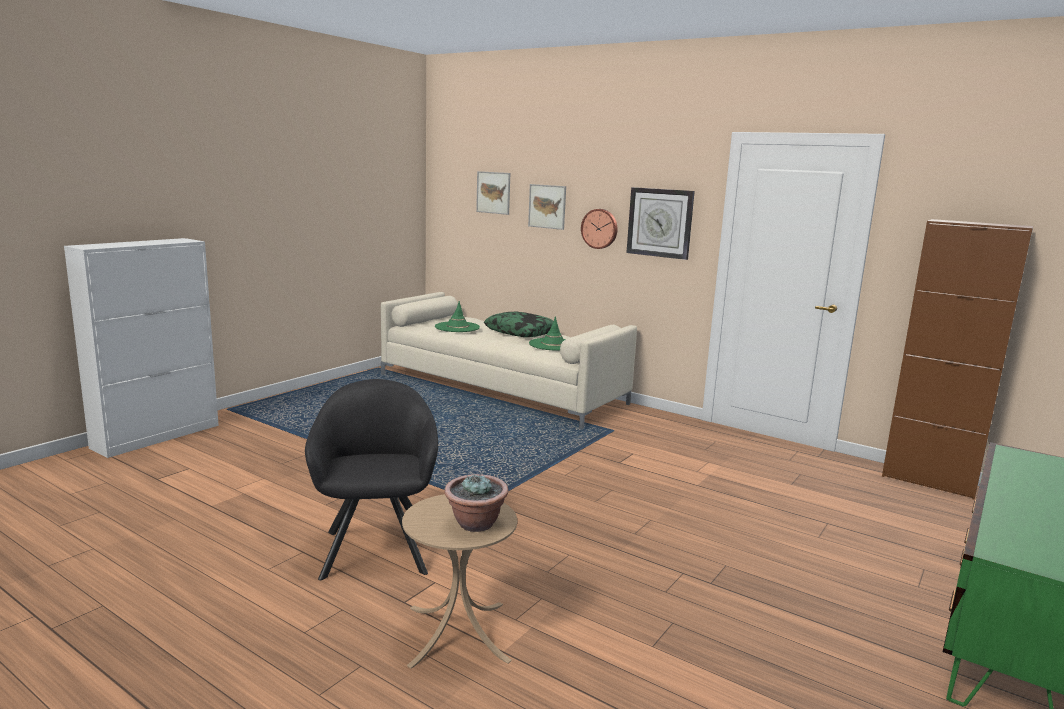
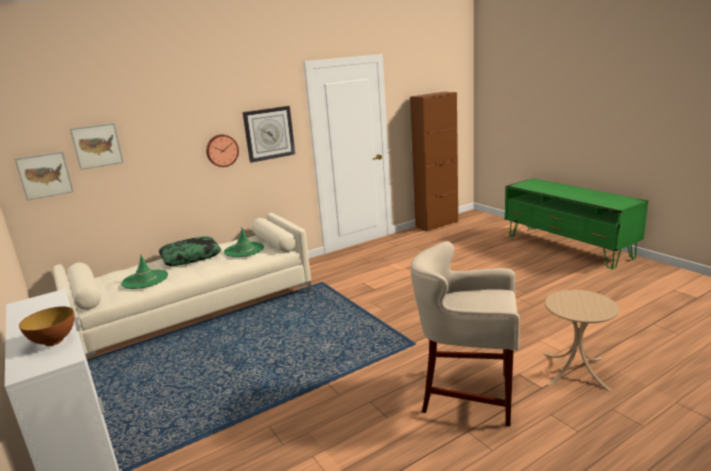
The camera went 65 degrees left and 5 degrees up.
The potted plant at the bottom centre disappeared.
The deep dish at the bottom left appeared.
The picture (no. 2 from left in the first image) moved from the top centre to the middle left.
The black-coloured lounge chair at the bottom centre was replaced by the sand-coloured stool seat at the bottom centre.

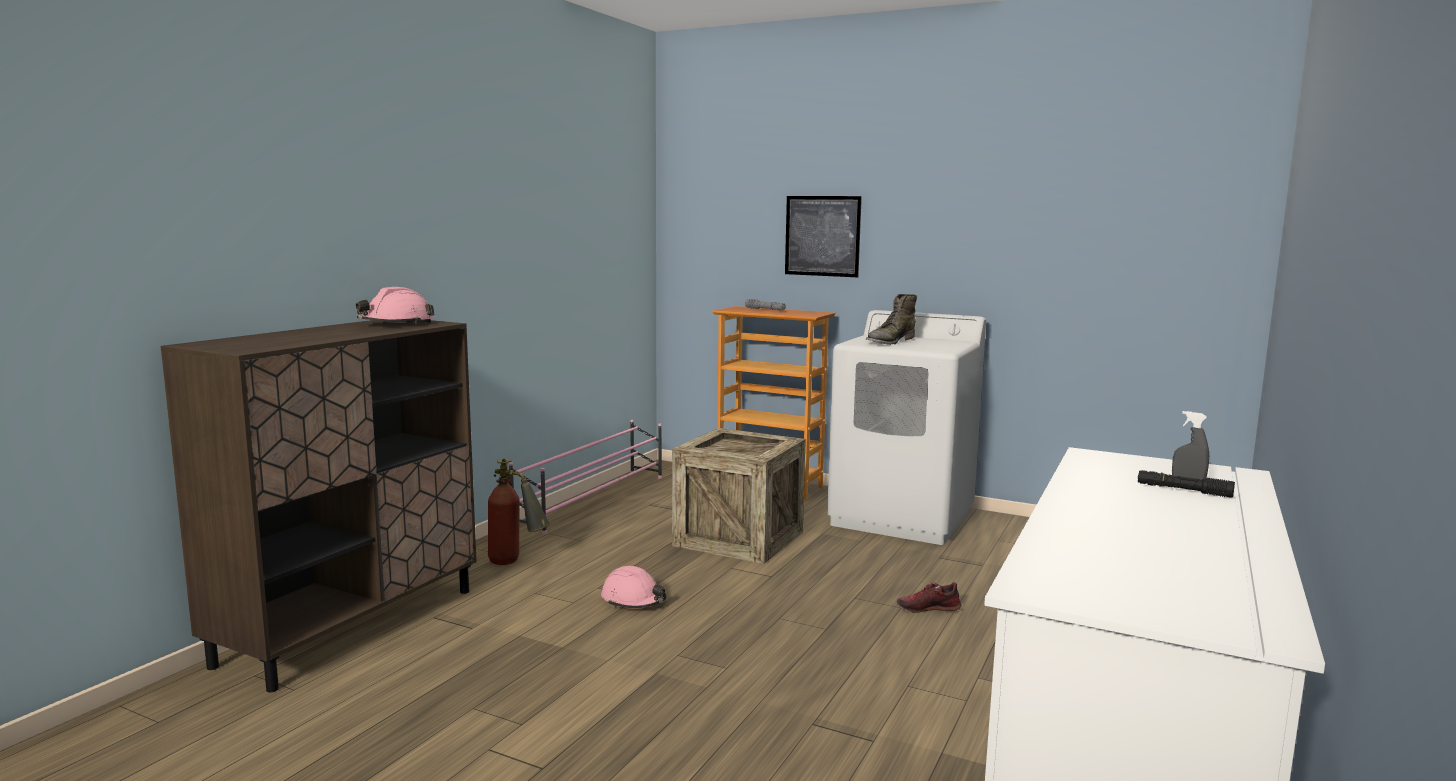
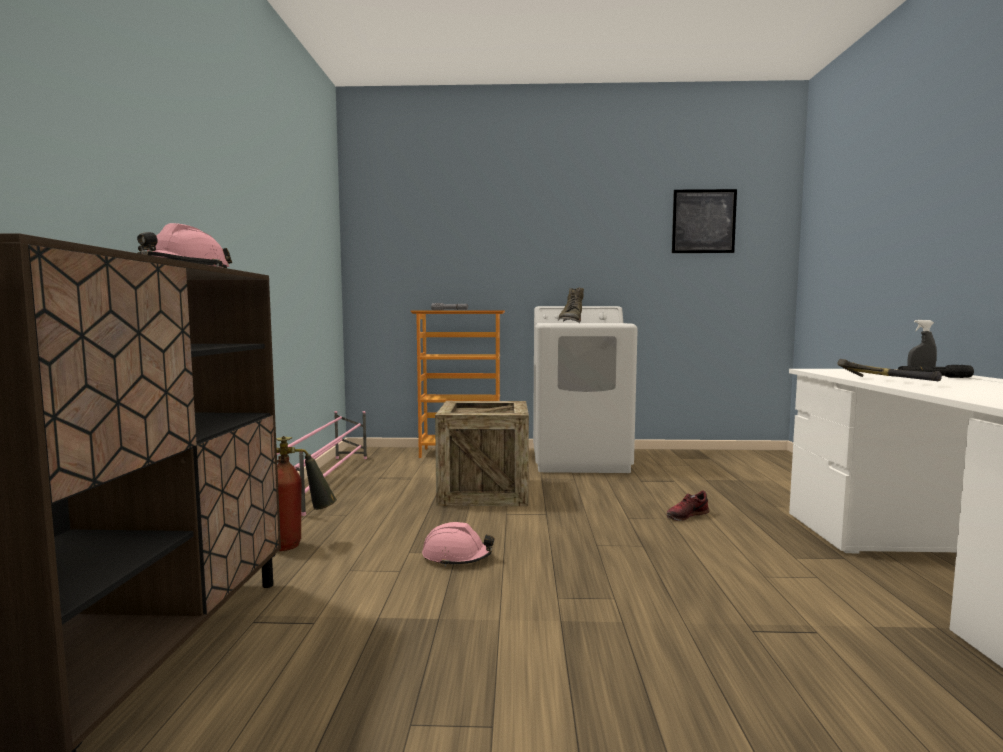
The camera went 25 degrees left and 5 degrees down.
The hand hammer at the middle right appeared.
The picture moved from the top centre to the top right.

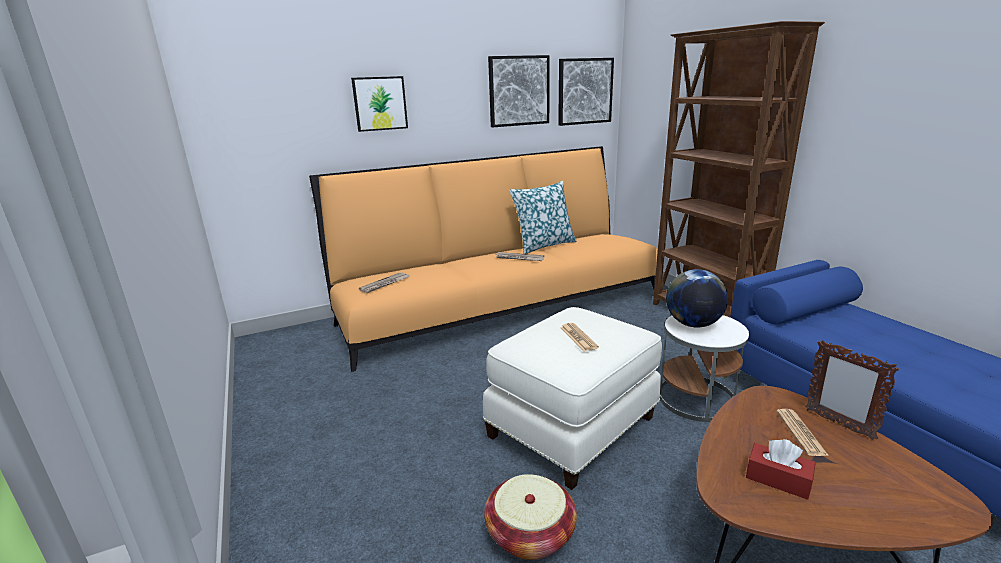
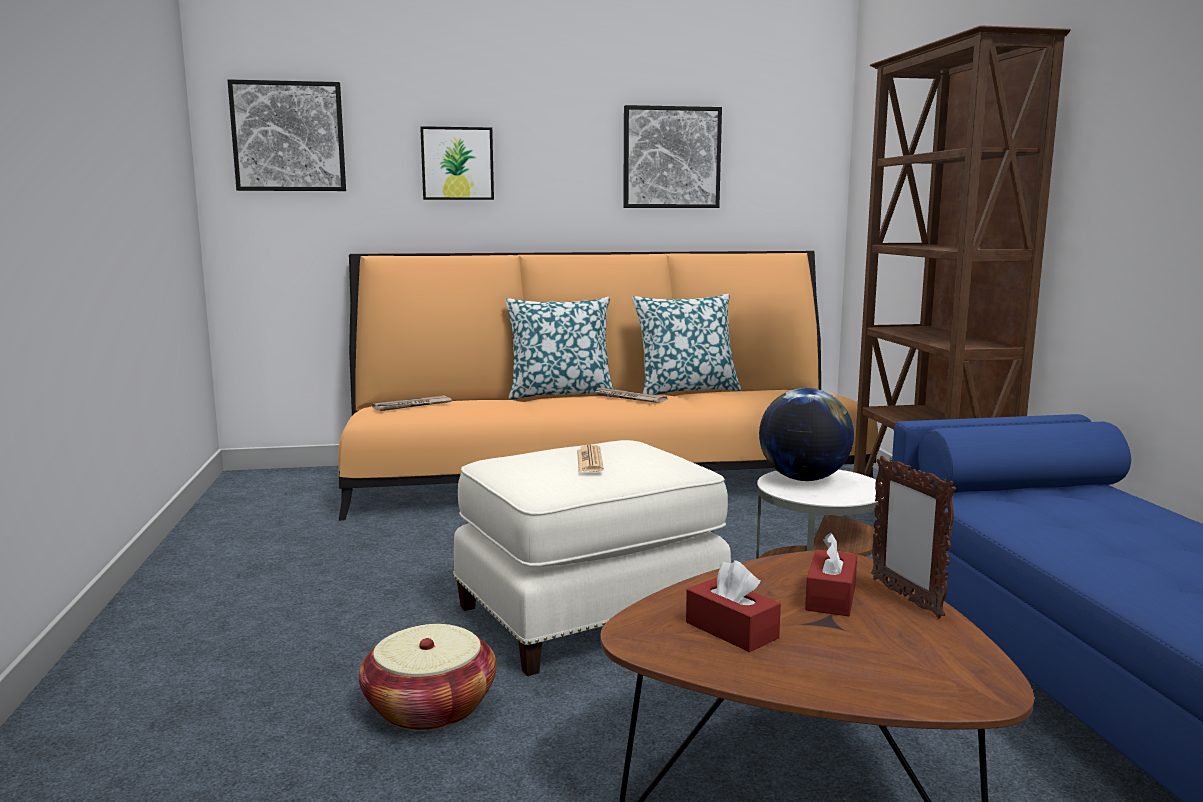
The camera went 15 degrees right and 10 degrees down.
The throw pillow (no. 1 from left) at the centre appeared.
The picture (no. 3 from left in the first image) moved from the top centre to the top left.
The daily paper (no. 4 from left) at the bottom right was replaced by the red-coloured tissue holder (no. 2 from left) at the bottom right.

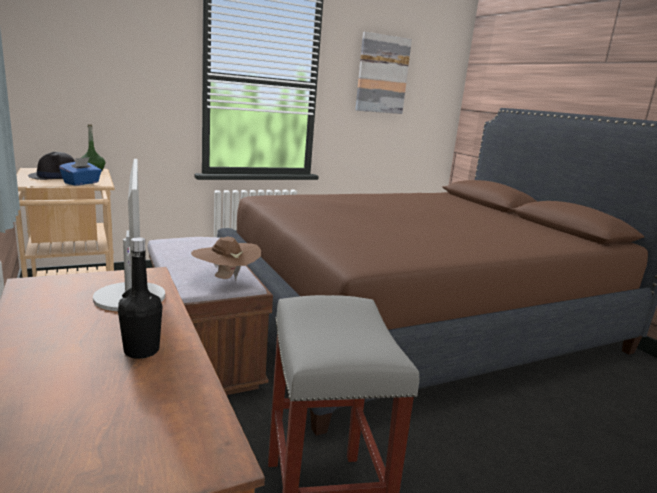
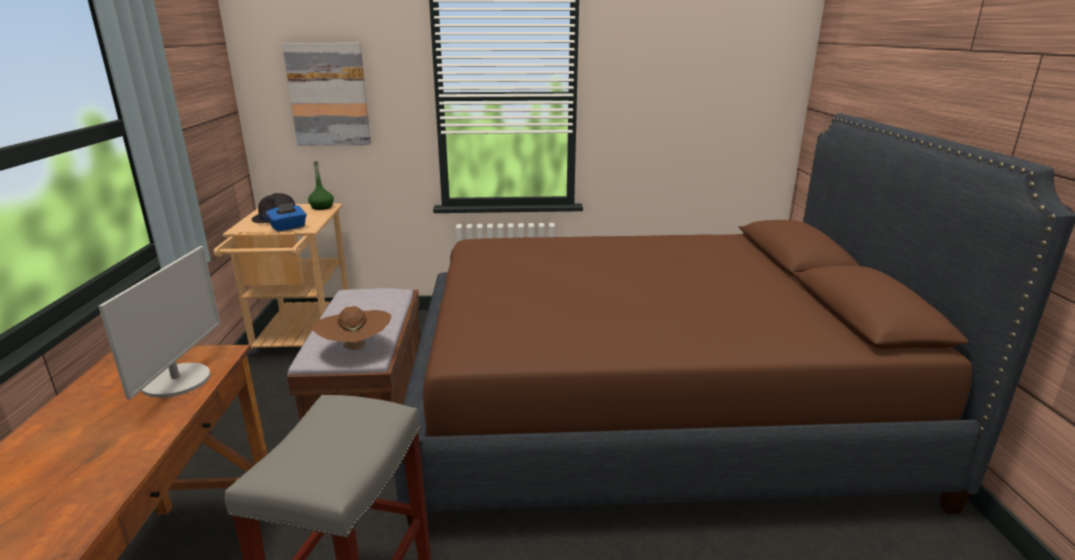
The camera went 25 degrees right and 5 degrees up.
The black-coloured drink bottle at the middle left disappeared.
The picture moved from the top centre to the top left.

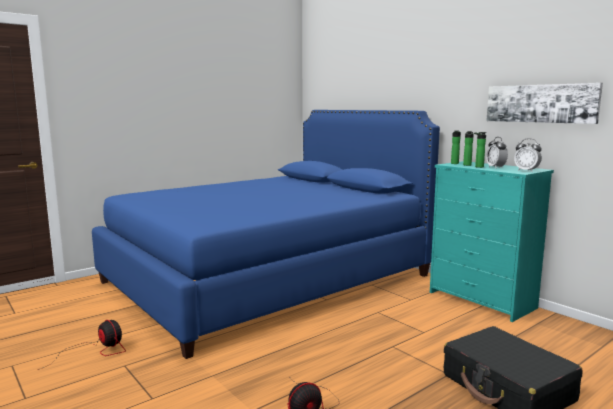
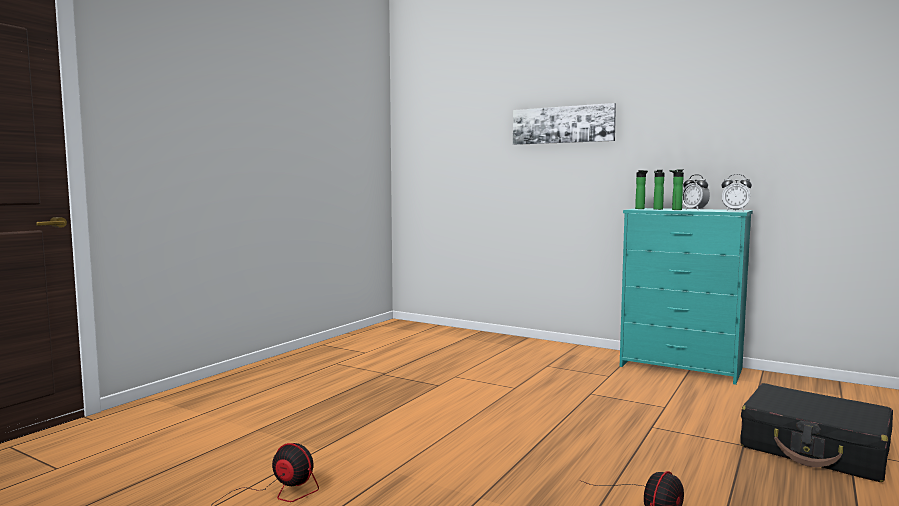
The camera went 20 degrees left and 5 degrees down.
The bluish bedroom bed at the centre disappeared.
The picture moved from the top right to the top centre.

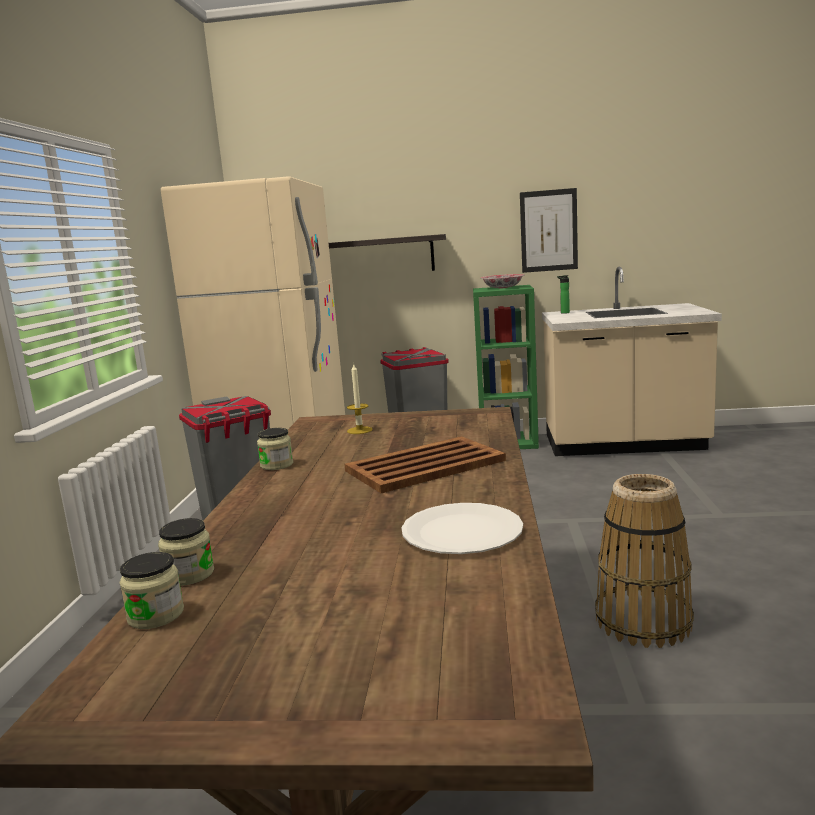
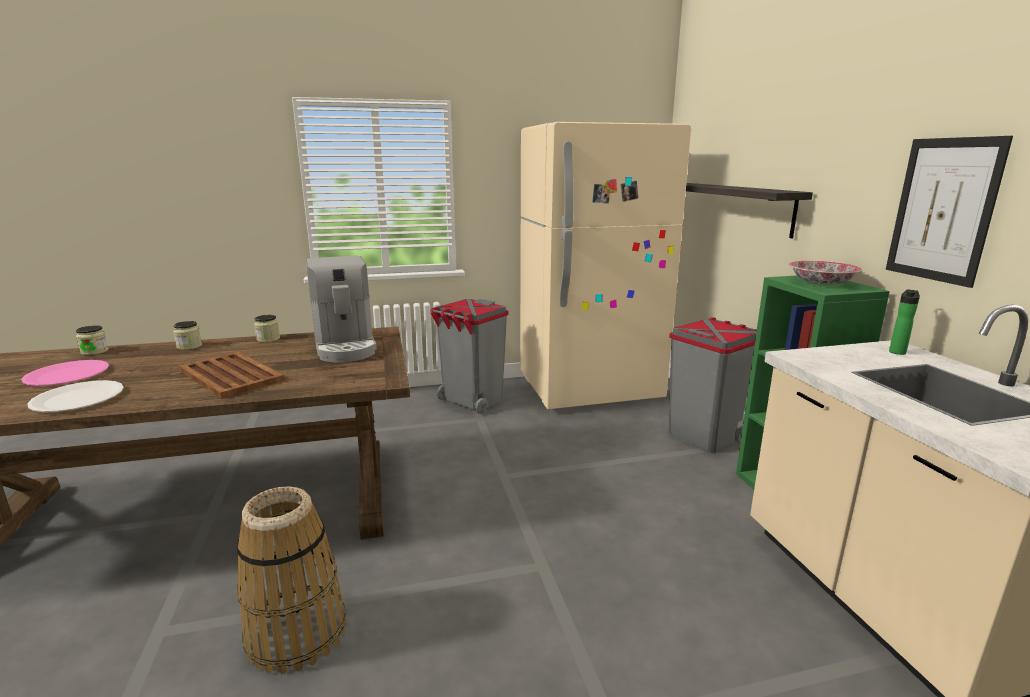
The camera went 70 degrees right and 5 degrees up.
The pink-coloured flat dish at the middle left appeared.
The jar (no. 1 from left in the first image) moved from the bottom left to the middle left.
The wax light at the centre was replaced by the coffee brewer at the middle left.

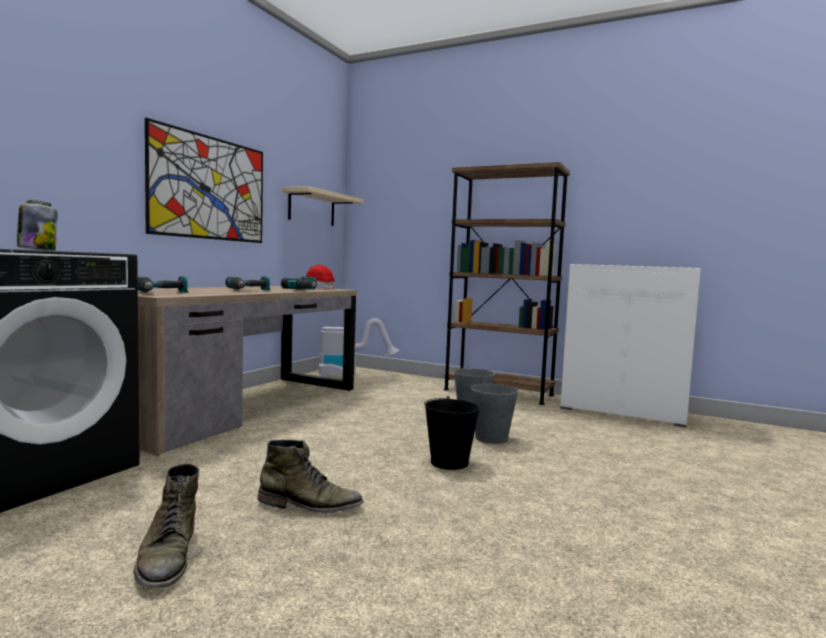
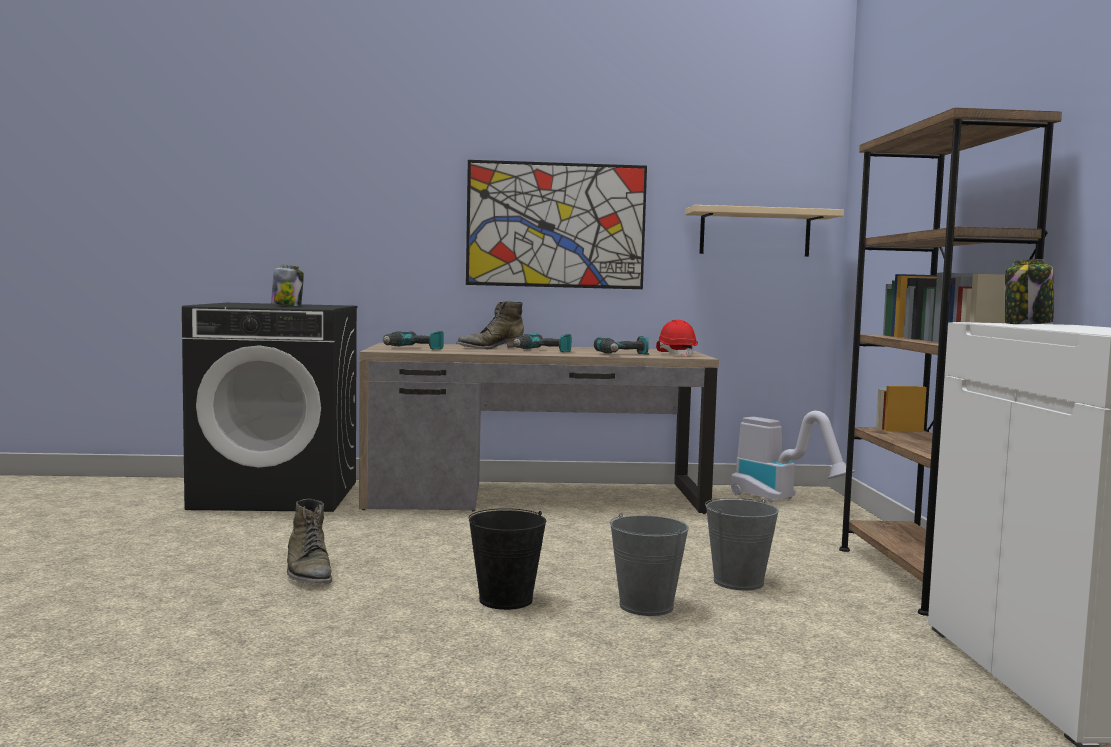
The camera went 60 degrees right and 0 degrees up.
The jar (no. 2 from left) at the middle right appeared.
The green tall boot (no. 1 from left in the first image) moved from the bottom left to the centre.

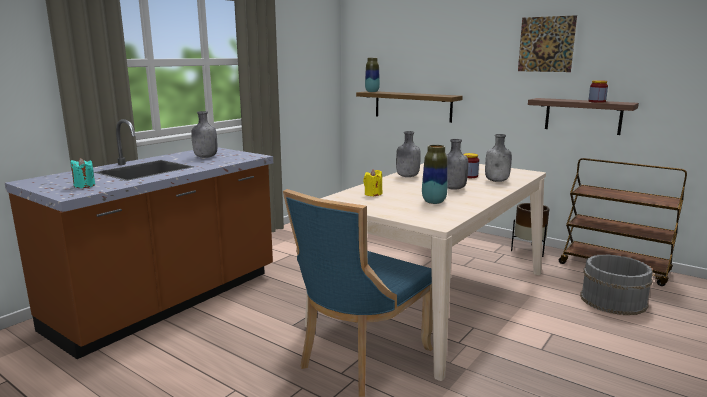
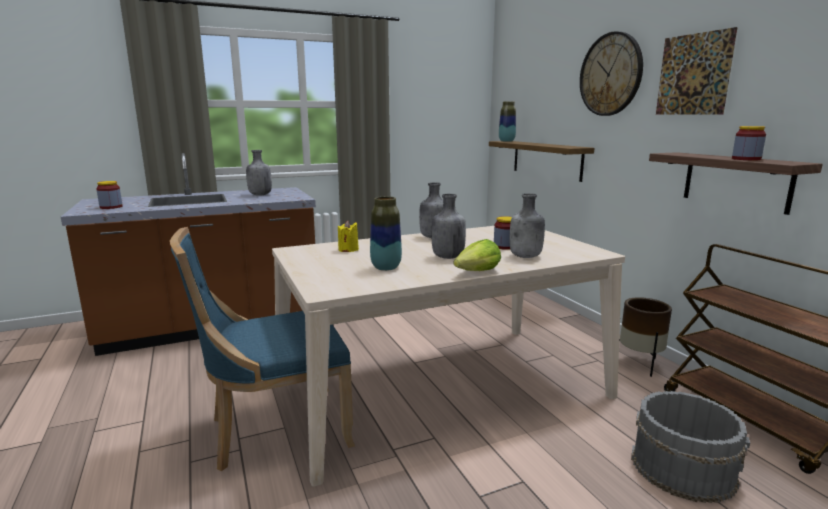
The camera went 30 degrees right and 0 degrees up.
The lettuce at the centre appeared.
The hanging clock at the top right appeared.
The turquoise-coloured wax light at the middle left was replaced by the jar (no. 1 from left) at the middle left.

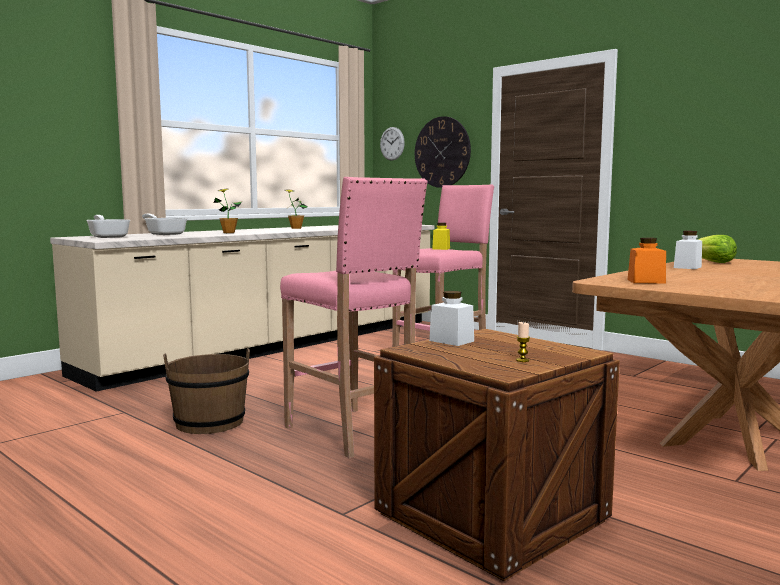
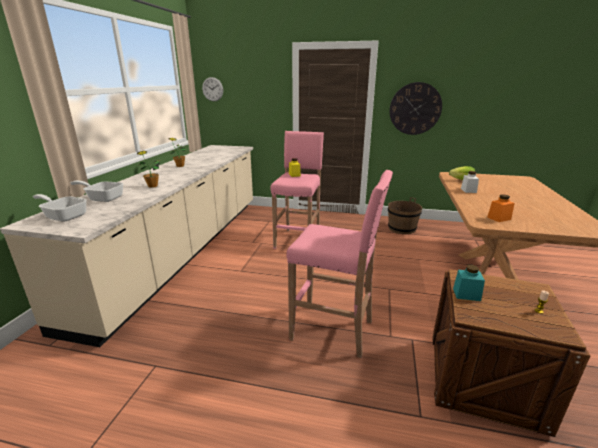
The camera went 30 degrees left and 15 degrees up.
The brown bucket moved from the bottom left to the middle right.
The hanging clock (no. 2 from left) moved from the top centre to the top right.
The white jar (no. 1 from left) at the centre became the turquoise-coloured jar at the middle right.

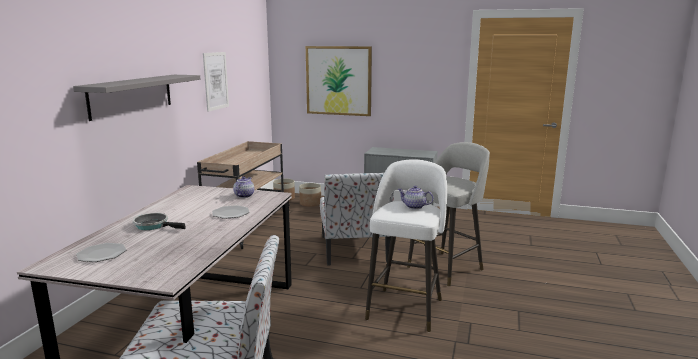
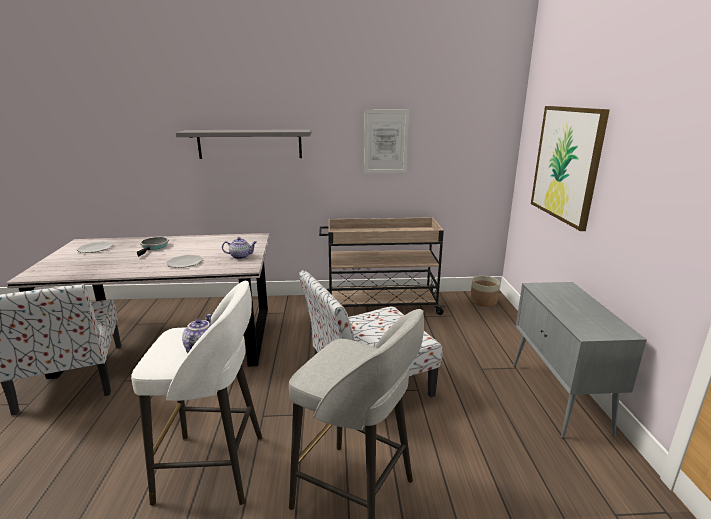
The camera went 70 degrees right and 5 degrees up.
The flower pot (no. 2 from left) at the centre disappeared.

